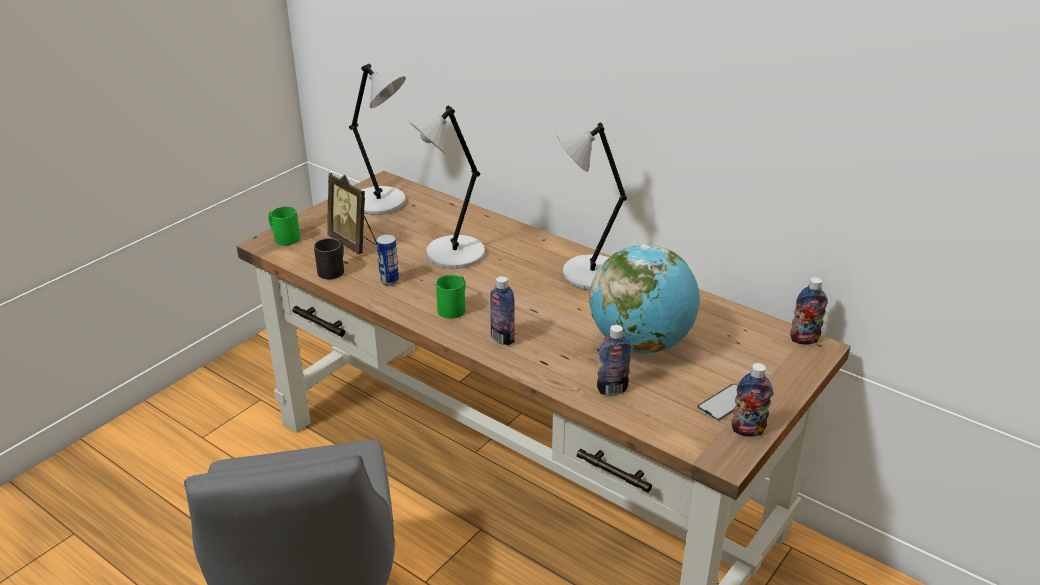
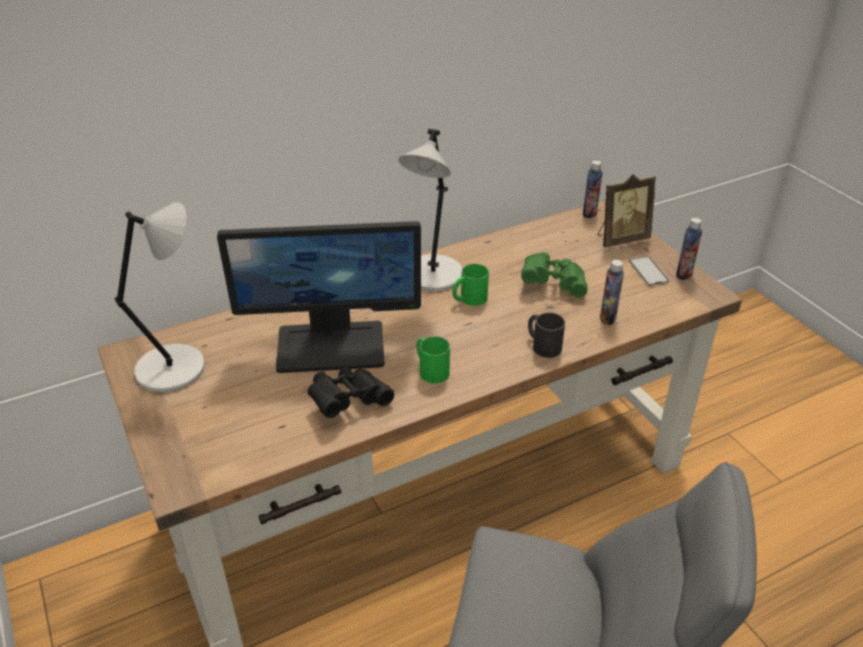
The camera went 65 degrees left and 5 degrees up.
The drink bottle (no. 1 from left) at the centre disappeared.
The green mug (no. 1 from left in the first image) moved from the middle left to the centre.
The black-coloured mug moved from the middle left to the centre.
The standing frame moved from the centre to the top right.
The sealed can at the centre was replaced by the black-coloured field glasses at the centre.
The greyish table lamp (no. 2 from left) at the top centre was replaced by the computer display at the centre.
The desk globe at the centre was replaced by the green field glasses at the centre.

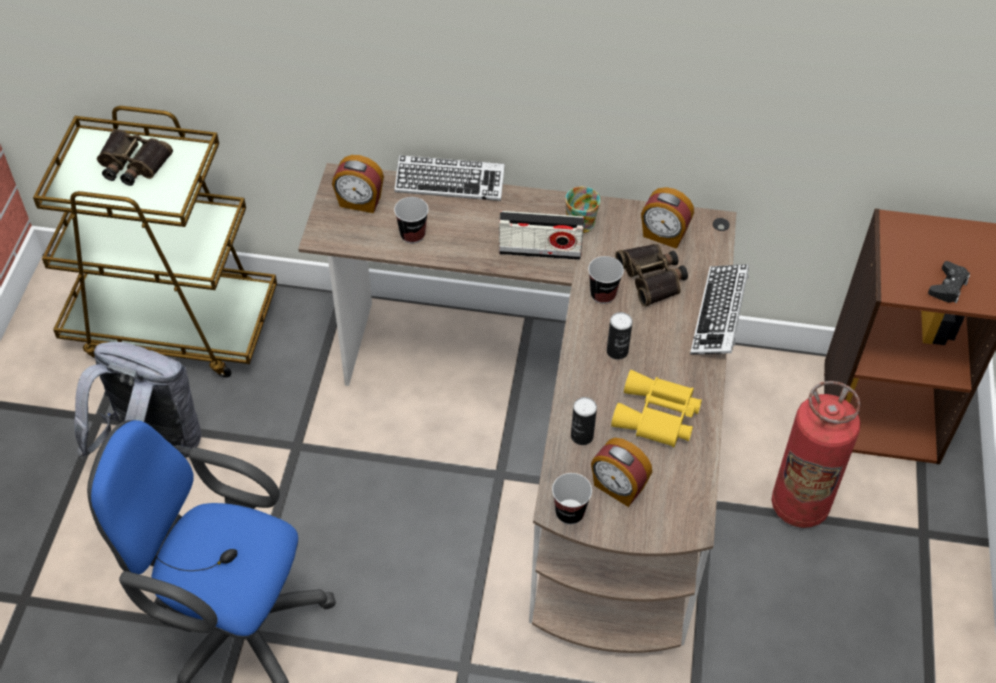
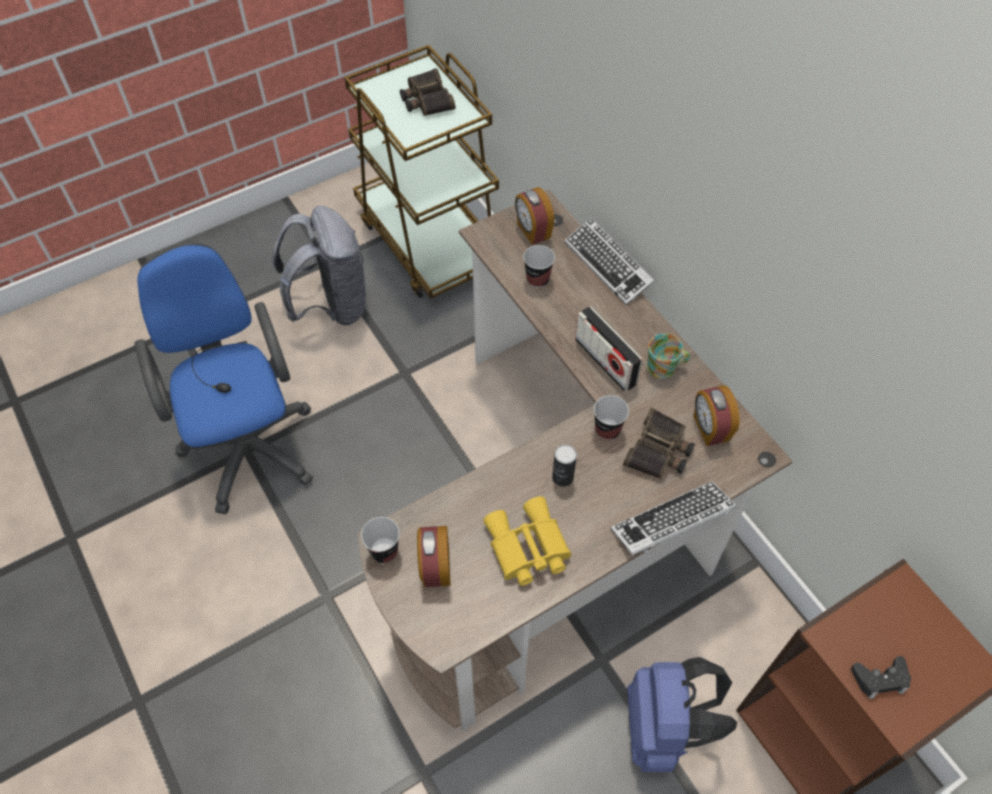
The camera went 50 degrees right and 5 degrees up.
The sealed can (no. 1 from left) at the centre disappeared.
The fire extinguisher at the middle right was replaced by the bluish backpack at the bottom right.

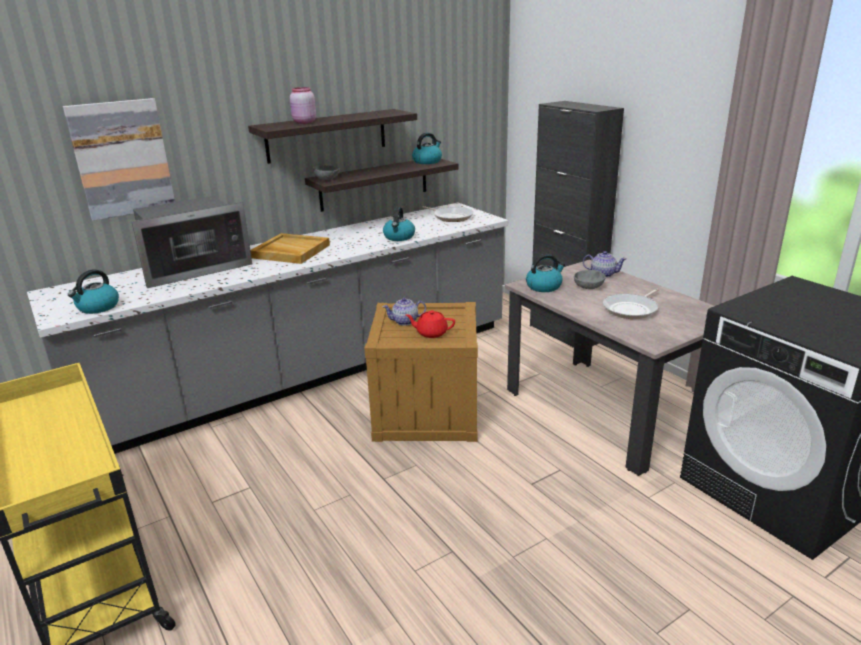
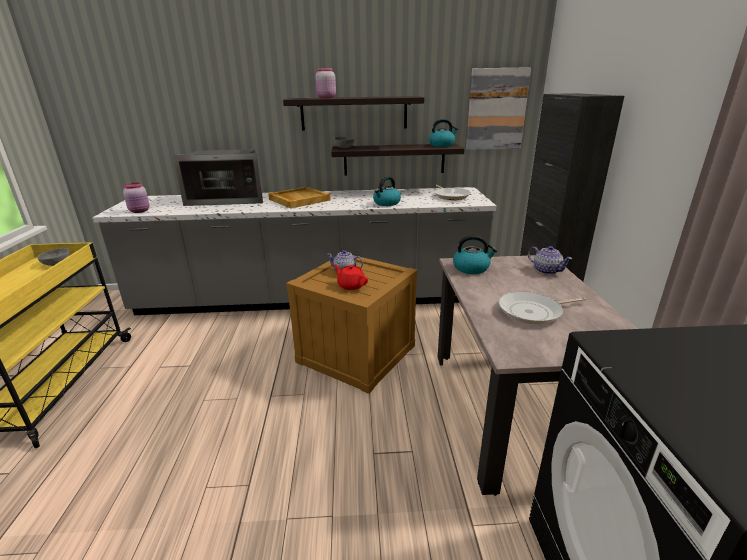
The camera went 30 degrees right and 0 degrees up.
The picture moved from the top left to the top right.
The greyish deep dish (no. 2 from left in the first image) moved from the middle right to the middle left.
The water kettle (no. 1 from left) at the middle left was replaced by the pink-coloured jar (no. 1 from left) at the middle left.

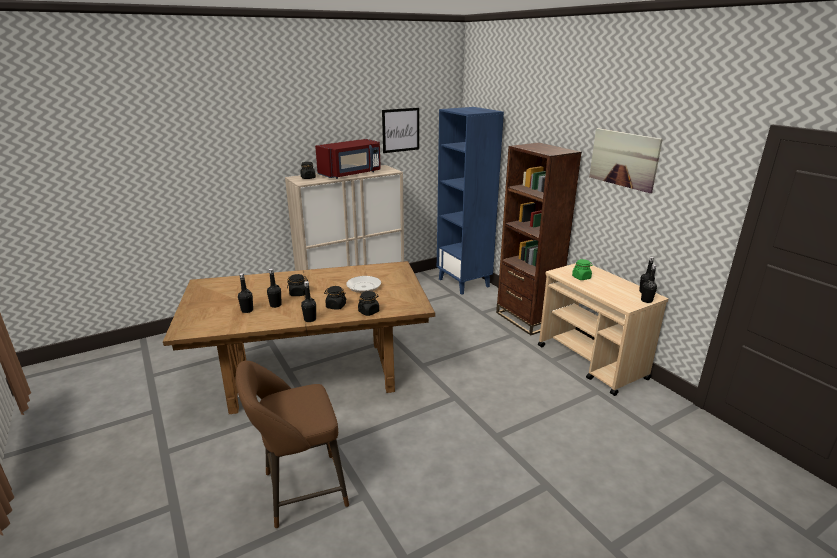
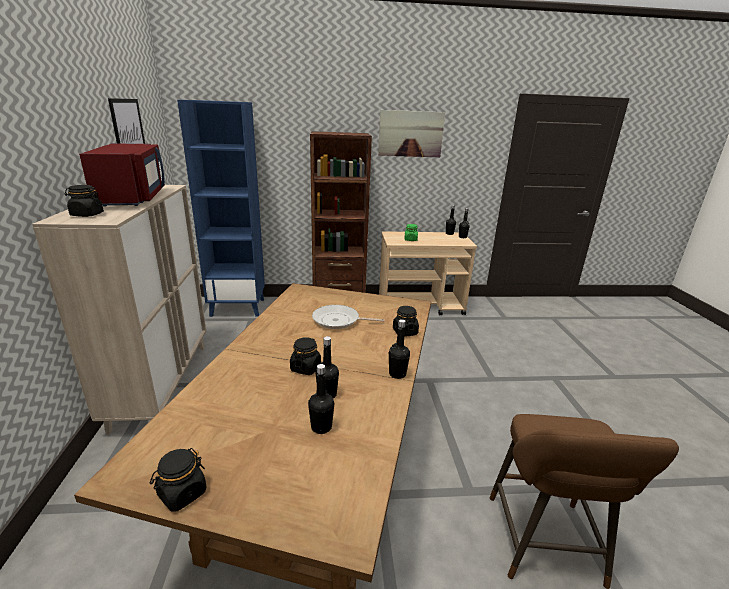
The camera went 65 degrees left and 0 degrees up.
The black-coloured jar (no. 3 from left in the first image) moved from the centre to the bottom left.

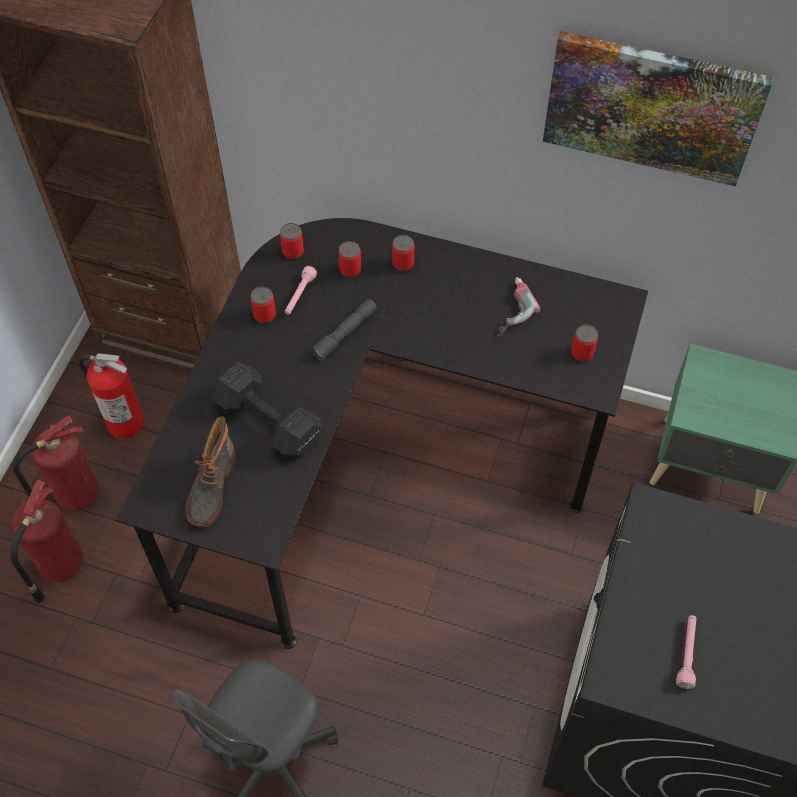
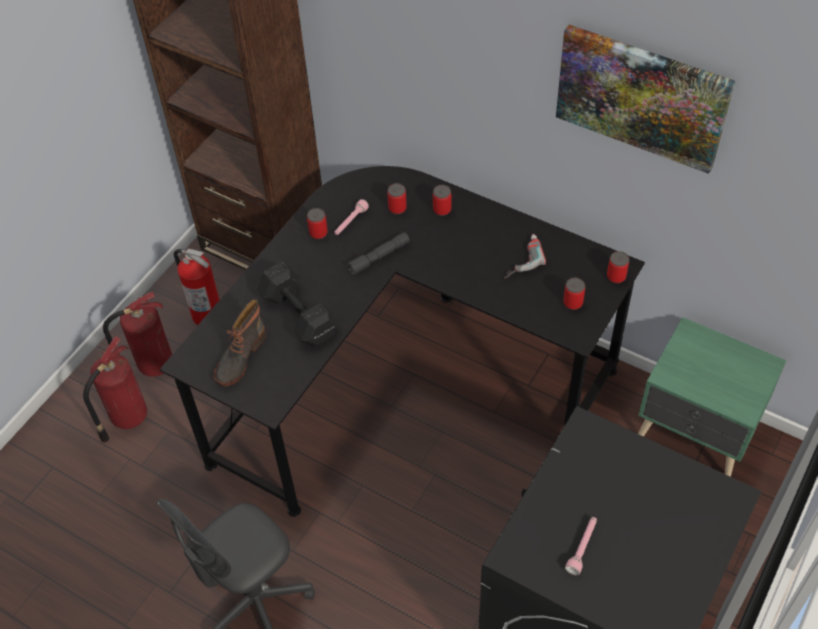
The camera went 15 degrees right and 5 degrees down.
The sealed can (no. 2 from left in the first image) moved from the top centre to the middle right.

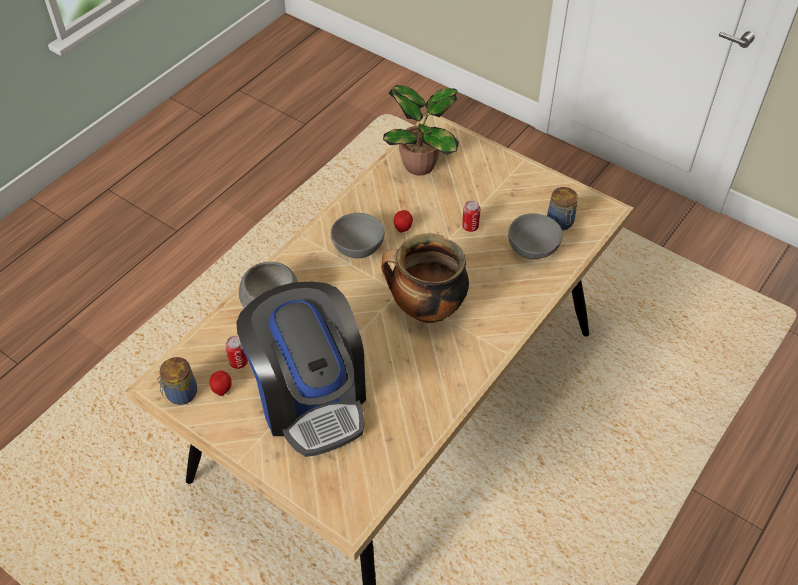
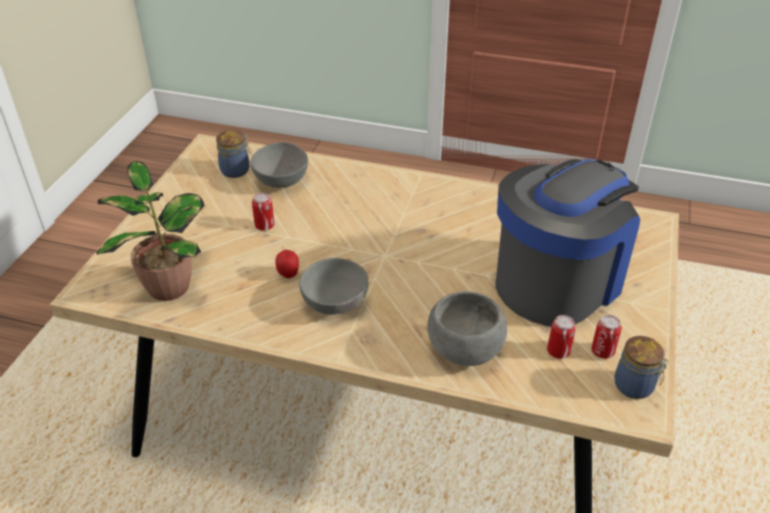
The camera went 110 degrees left and 10 degrees down.
The cooking pot at the centre disappeared.
The whole apple (no. 1 from left) at the middle left was replaced by the sealed can (no. 3 from left) at the middle right.

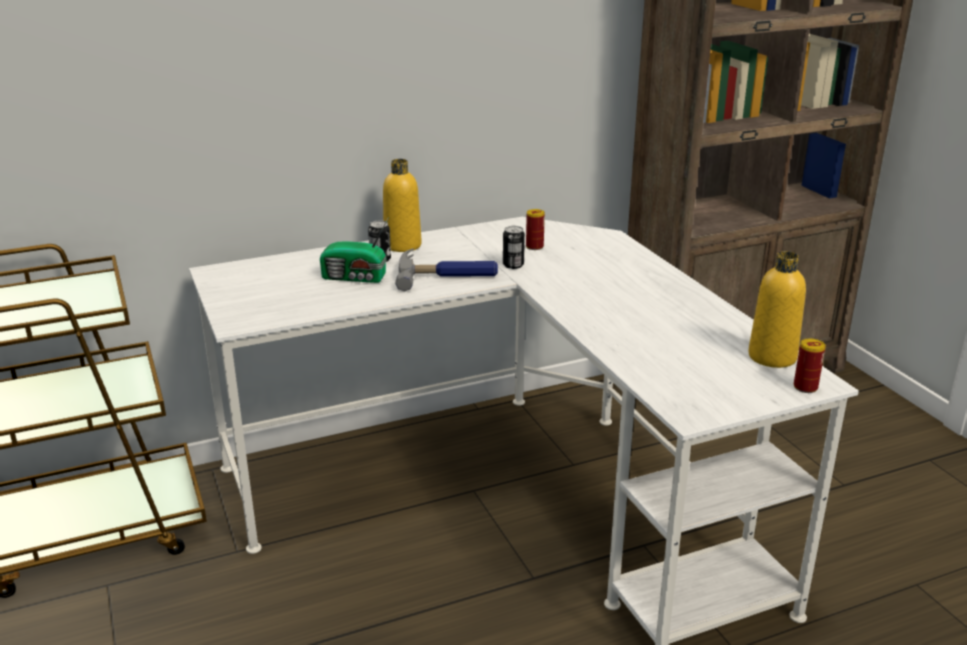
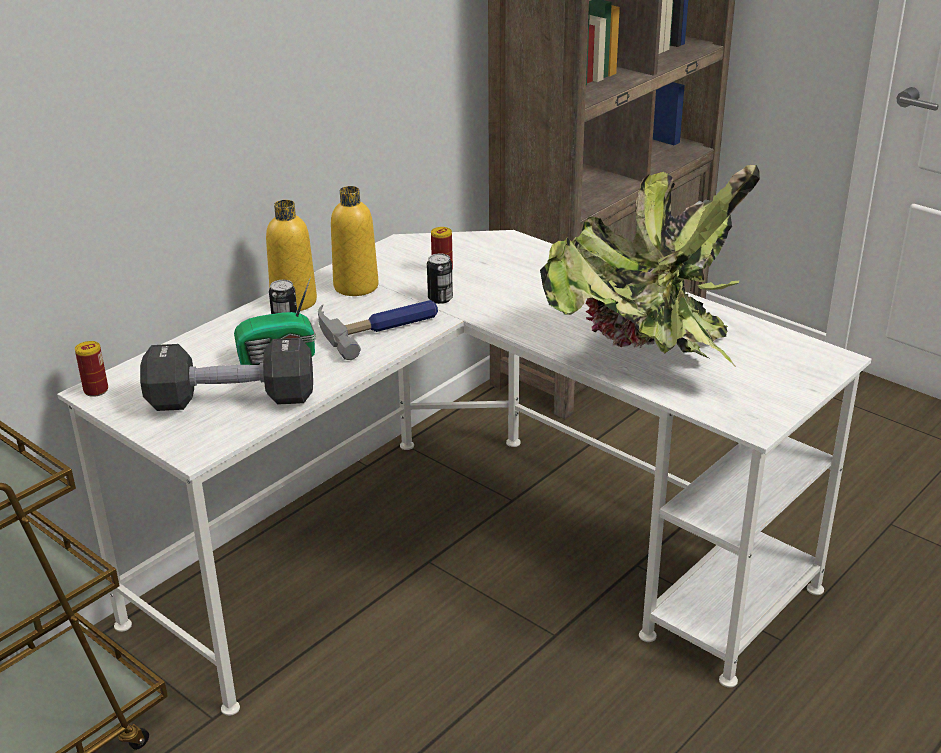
The camera went 25 degrees left and 5 degrees up.
The black-coloured hand weight at the middle left appeared.
The potted plant at the middle right appeared.
The yellow drink bottle (no. 2 from left) moved from the middle right to the top centre.
The sealed can (no. 4 from left in the first image) moved from the middle right to the middle left.

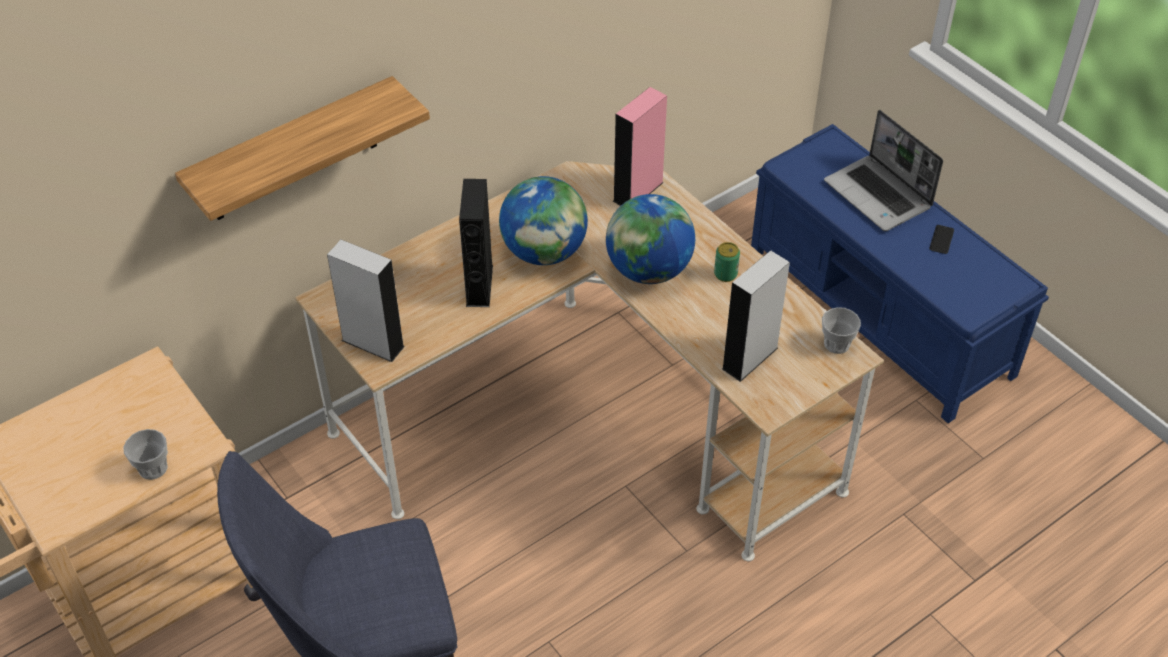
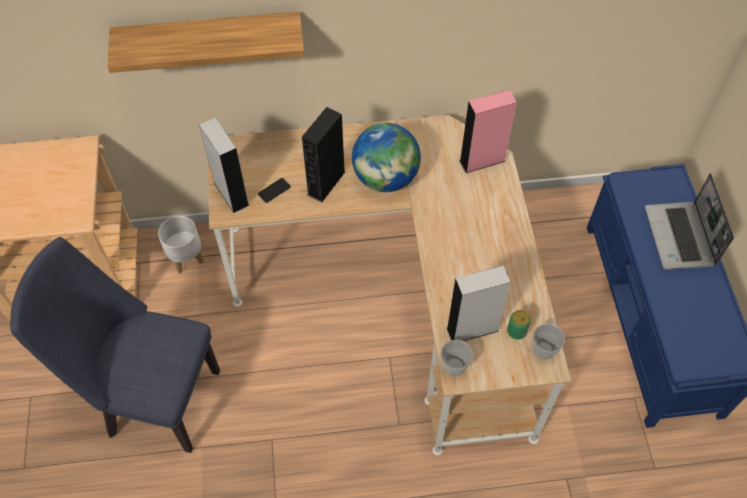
The camera went 30 degrees right and 10 degrees up.
The desk globe (no. 2 from left) at the centre disappeared.
The white flower pot at the middle left appeared.
The small cup (no. 1 from left) moved from the bottom left to the bottom centre.
The sealed can moved from the centre to the middle right.
The telephone moved from the middle right to the centre.

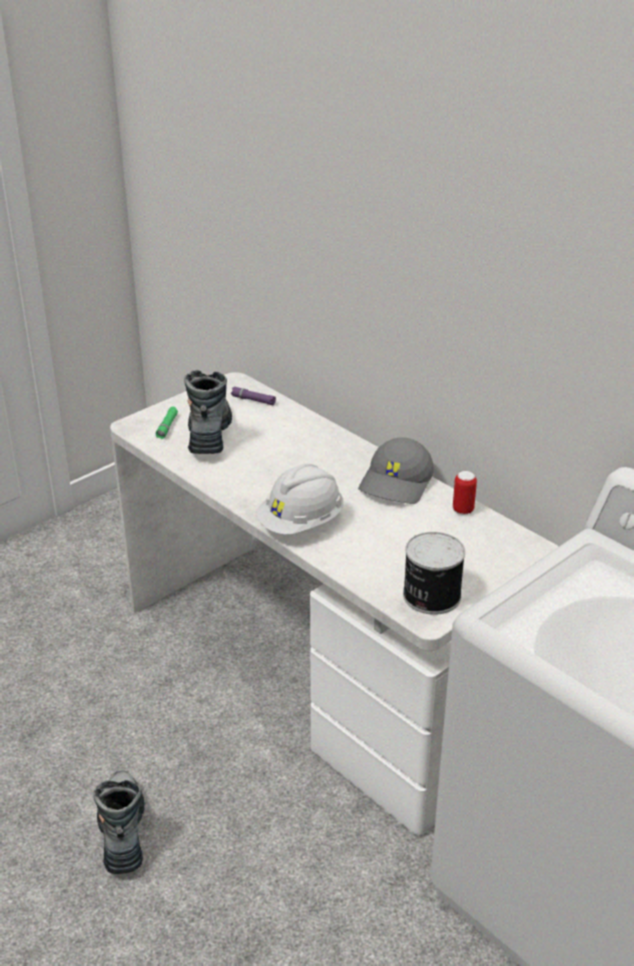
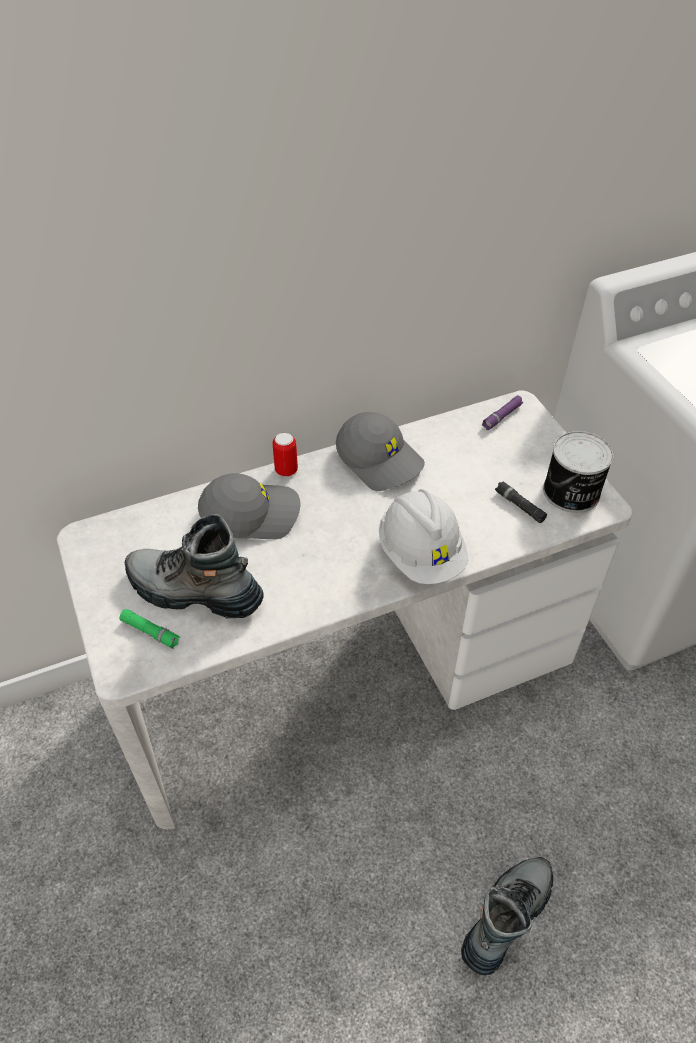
The camera went 70 degrees left and 15 degrees up.
The greyish baseball cap (no. 1 from left) at the centre appeared.
The black-coloured hand torch at the middle right appeared.
The purple hand torch moved from the centre to the middle right.
The sealed can (no. 2 from left in the first image) moved from the middle right to the centre.
The tall boot (no. 1 from left in the first image) at the bottom left turned 120 degrees clockwise.

